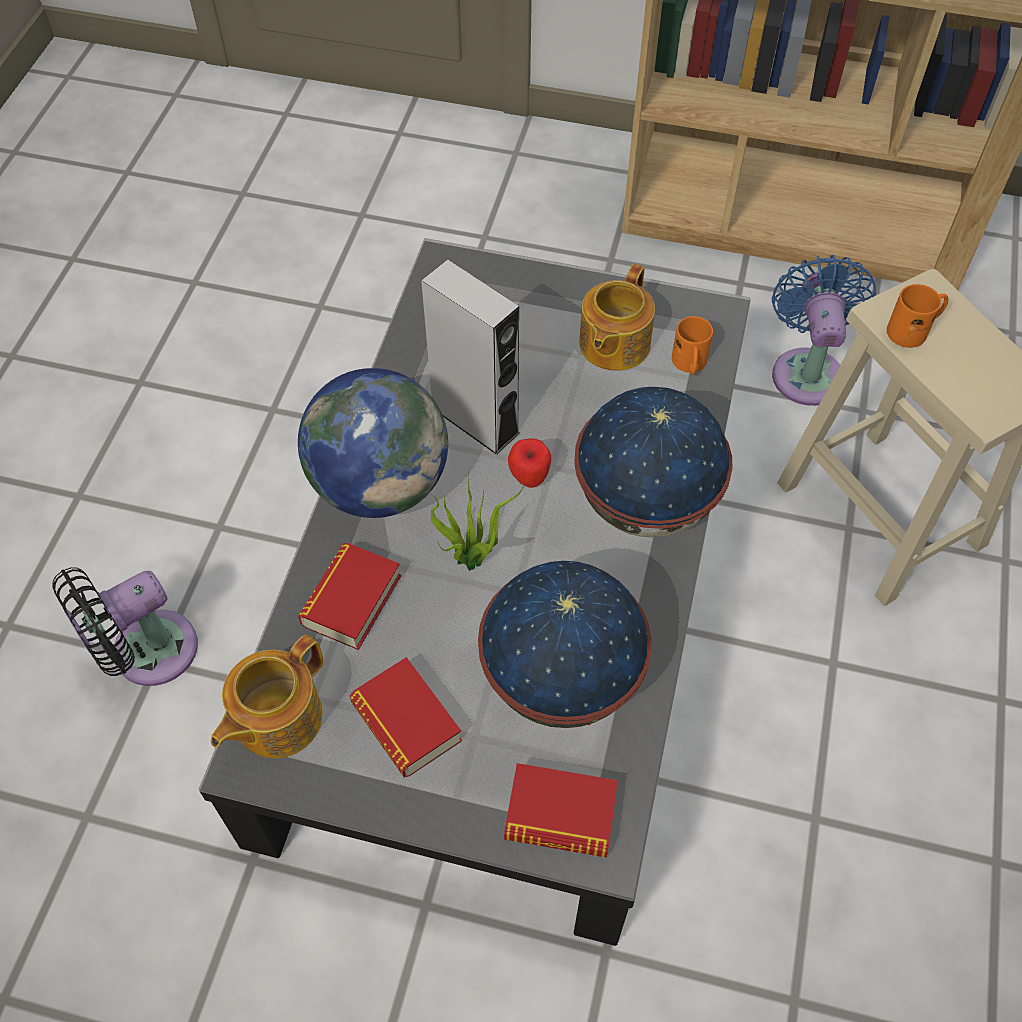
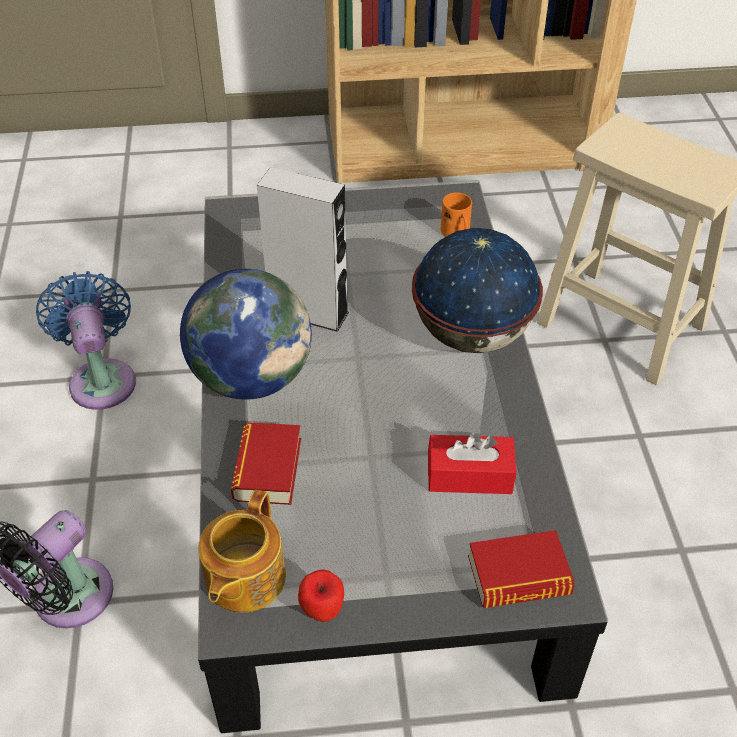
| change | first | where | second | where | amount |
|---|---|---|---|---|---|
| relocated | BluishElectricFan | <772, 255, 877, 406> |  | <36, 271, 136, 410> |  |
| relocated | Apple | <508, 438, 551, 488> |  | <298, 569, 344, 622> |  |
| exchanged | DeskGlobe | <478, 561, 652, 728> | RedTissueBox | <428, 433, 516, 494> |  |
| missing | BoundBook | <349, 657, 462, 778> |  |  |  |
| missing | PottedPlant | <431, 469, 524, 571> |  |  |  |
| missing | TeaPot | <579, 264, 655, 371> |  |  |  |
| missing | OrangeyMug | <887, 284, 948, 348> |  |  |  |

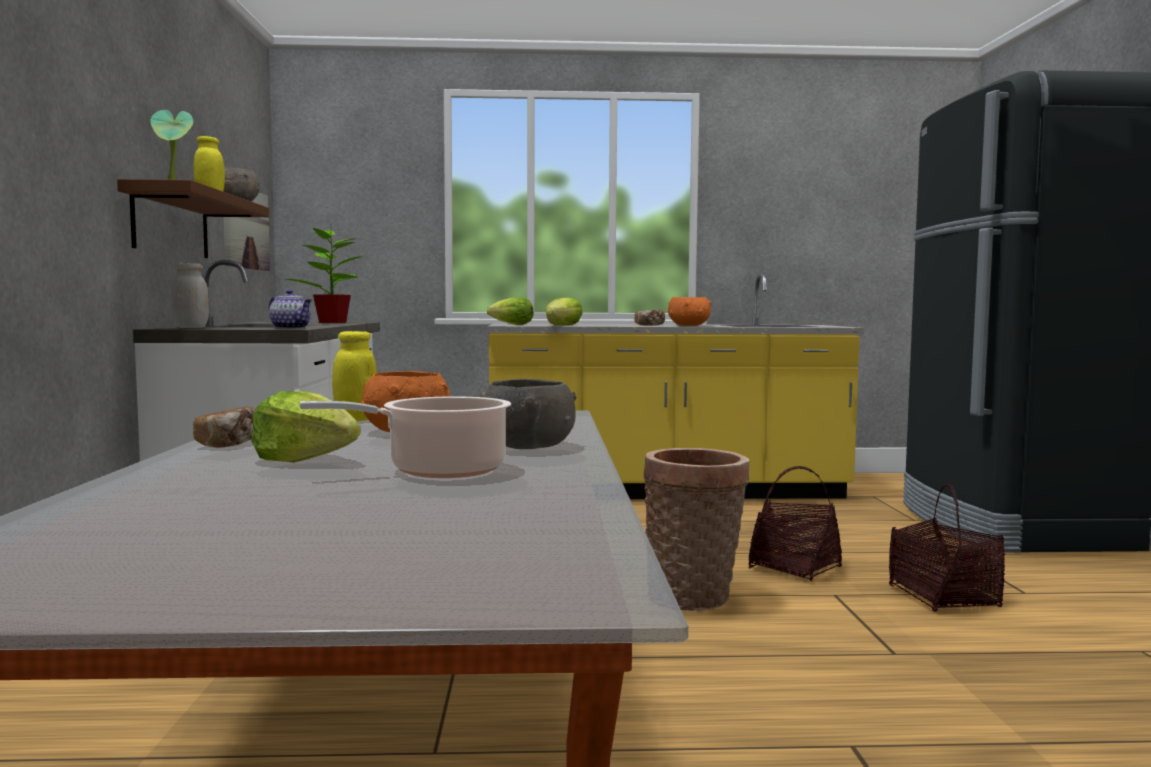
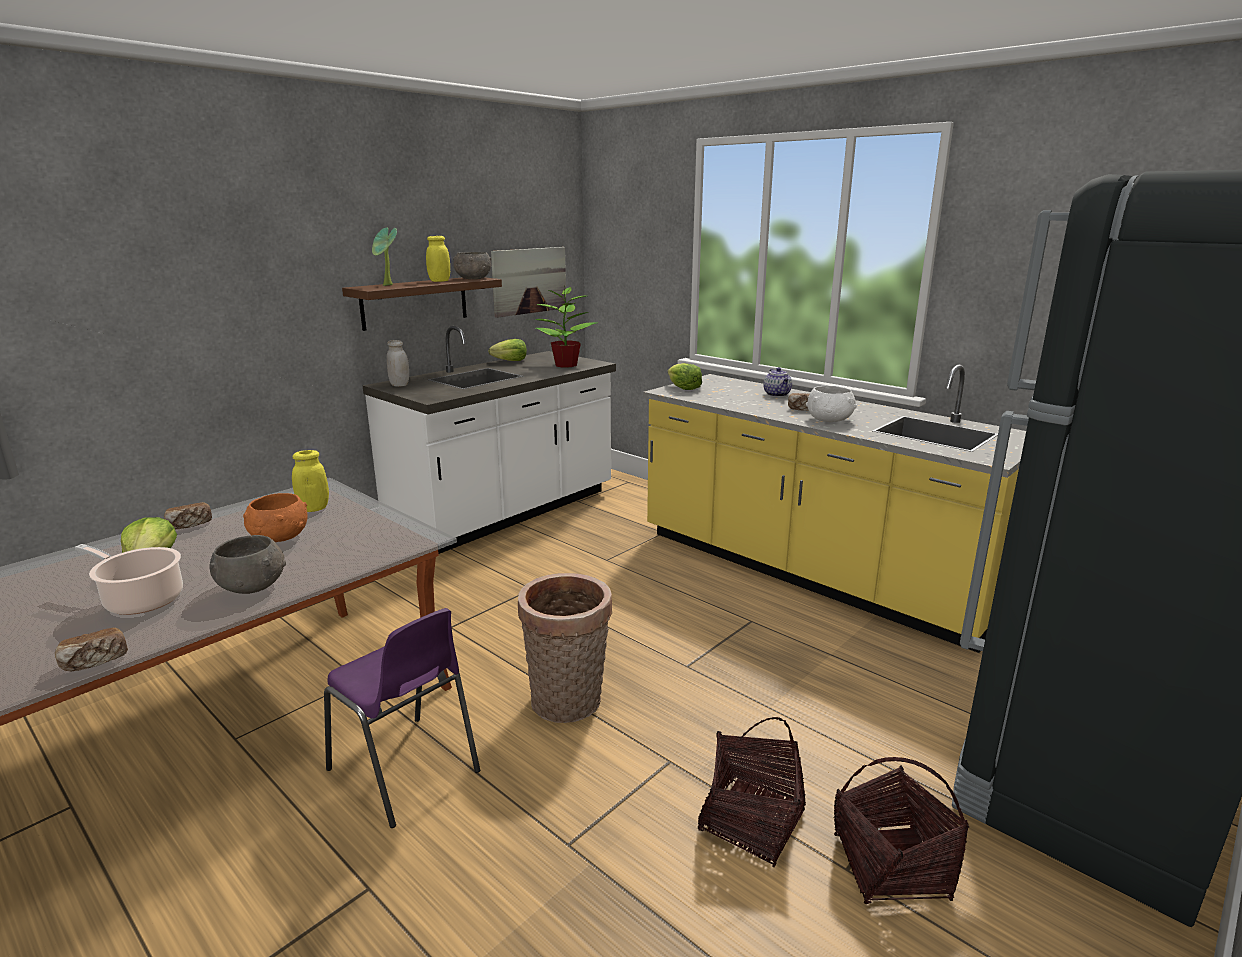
| change | first | where | second | where | amount |
|---|---|---|---|---|---|
| appeared |  |  | BakedBread | <55, 627, 128, 671> |  |
| appeared |  |  | PurplishChair | <324, 608, 480, 828> |  |
| relocated | LettuceHead | <546, 297, 583, 326> |  | <488, 339, 527, 361> |  |
| relocated | TeaPot | <269, 290, 312, 329> |  | <763, 367, 792, 397> |  |
| colour | OrangeyBowl | <668, 297, 711, 326> | WhitishBowl | <806, 386, 857, 422> |  |
| relocated | Basket | <748, 466, 842, 581> |  | <834, 757, 969, 904> |  |

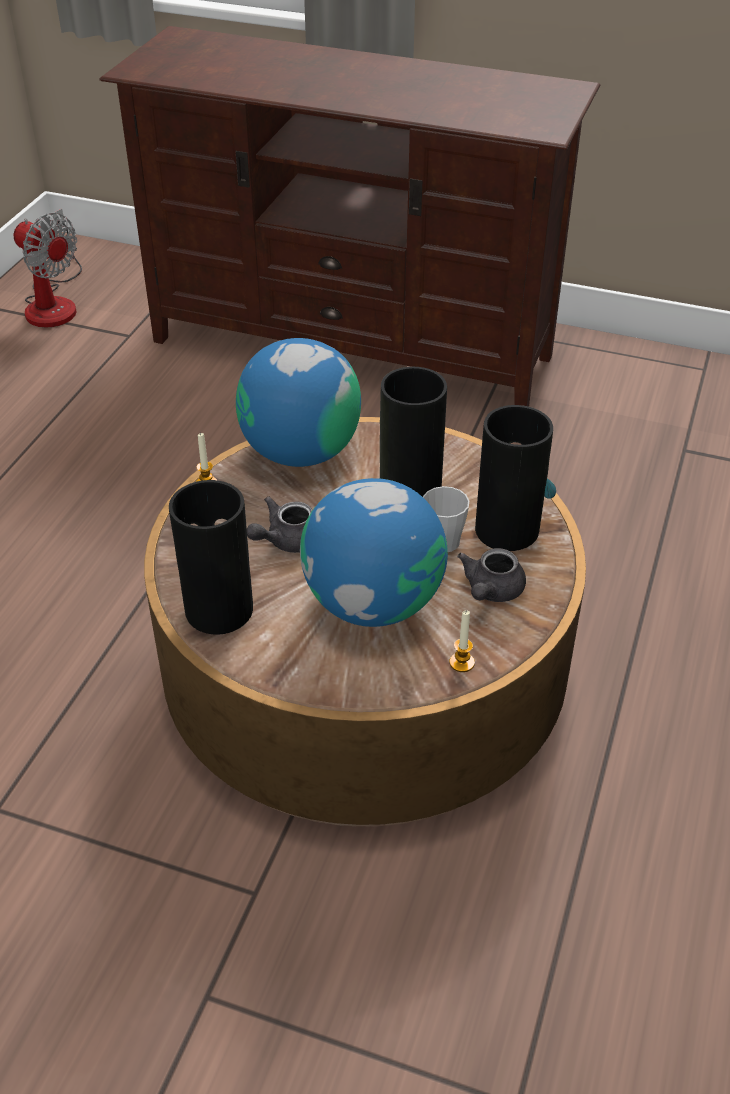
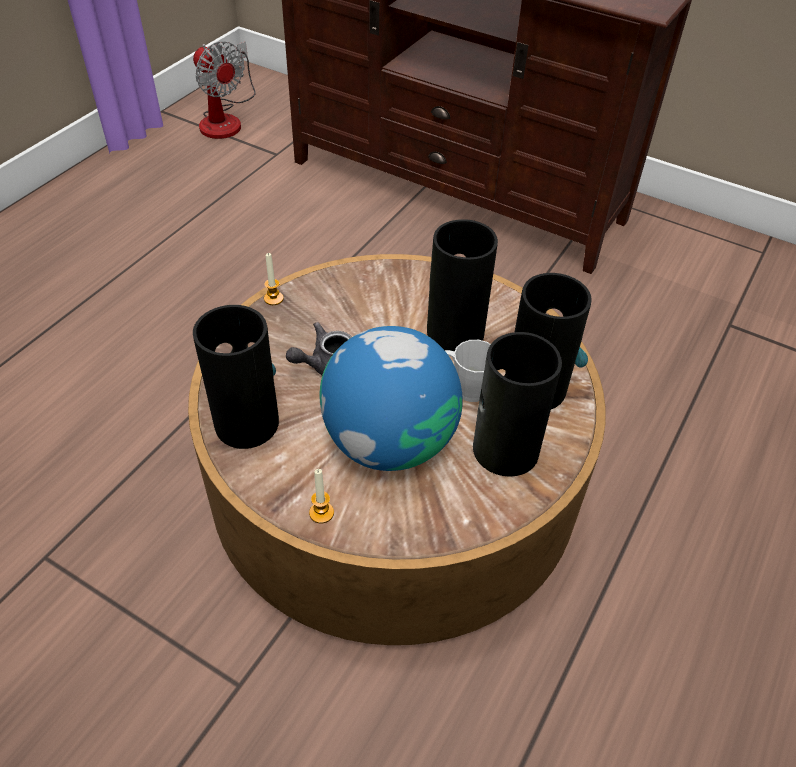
| change | first | where | second | where | amount |
|---|---|---|---|---|---|
| relocated | Candle | <449, 610, 475, 672> |  | <309, 469, 334, 523> |  |
| exchanged | GreyTeaPot | <457, 548, 526, 602> | DecorativeVase | <473, 332, 562, 477> |  |
| missing | DeskGlobe | <236, 338, 361, 467> |  |  |  |

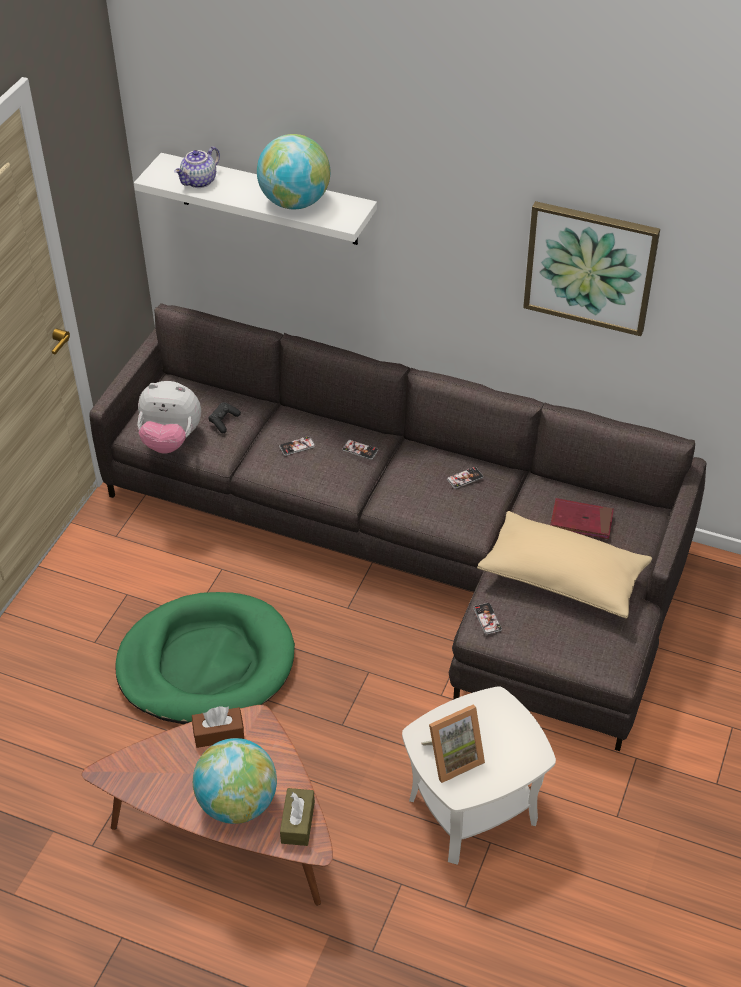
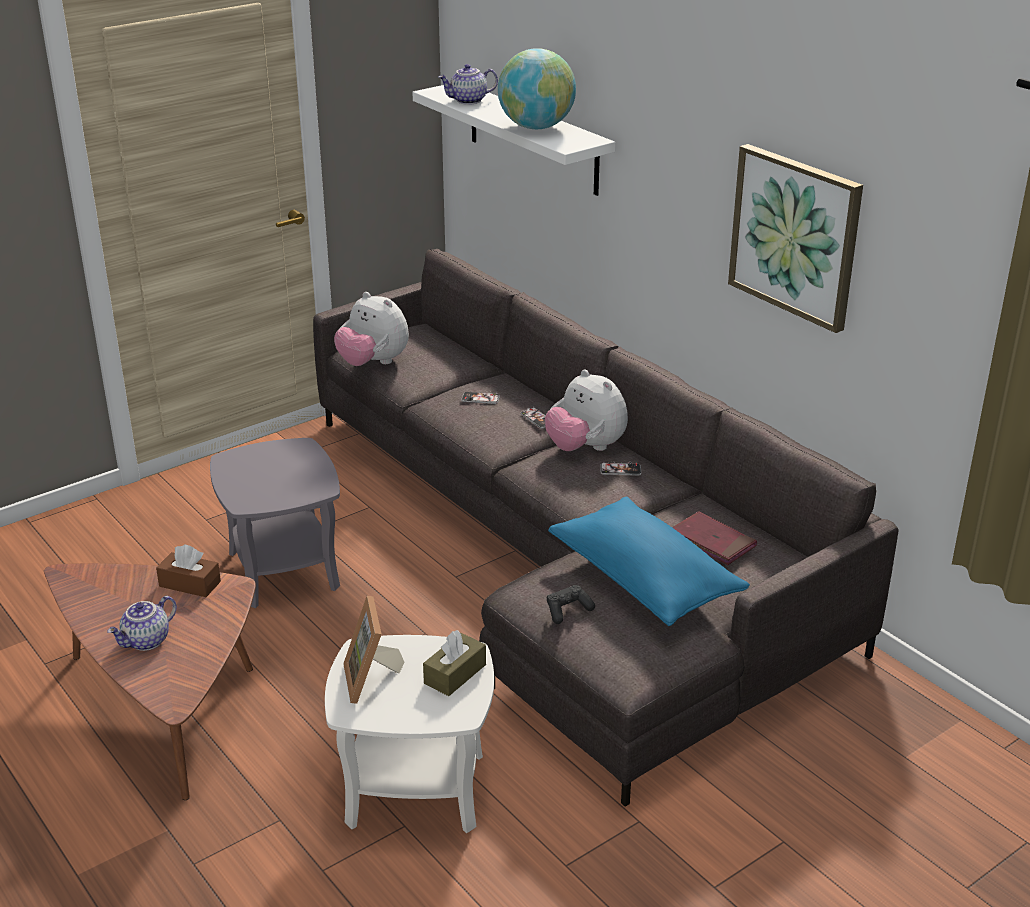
| change | first | where | second | where | amount |
|---|---|---|---|---|---|
| exchanged | DeskGlobe | <193, 738, 277, 824> | TeaPot | <107, 596, 177, 651> |  |
| exchanged | GreenColouredDogBed | <115, 592, 295, 724> | GreyAccentTable | <210, 438, 340, 608> |  |
| spun | StandingFrame | <421, 704, 485, 783> |  | <343, 596, 405, 704> | 75 degrees clockwise |
| relocated | BrownishTissueBox | <280, 788, 315, 846> |  | <423, 630, 486, 696> |  |
| appeared |  |  | CuddlyToy | <545, 370, 628, 451> |  |
| relocated | BlackishGameController | <208, 402, 241, 433> |  | <547, 585, 595, 624> |  |
| colour | BeigeCushion | <477, 511, 652, 619> | BluishCushion | <548, 497, 750, 626> |  |
| missing | Handset | <473, 603, 502, 634> |  |  |  |

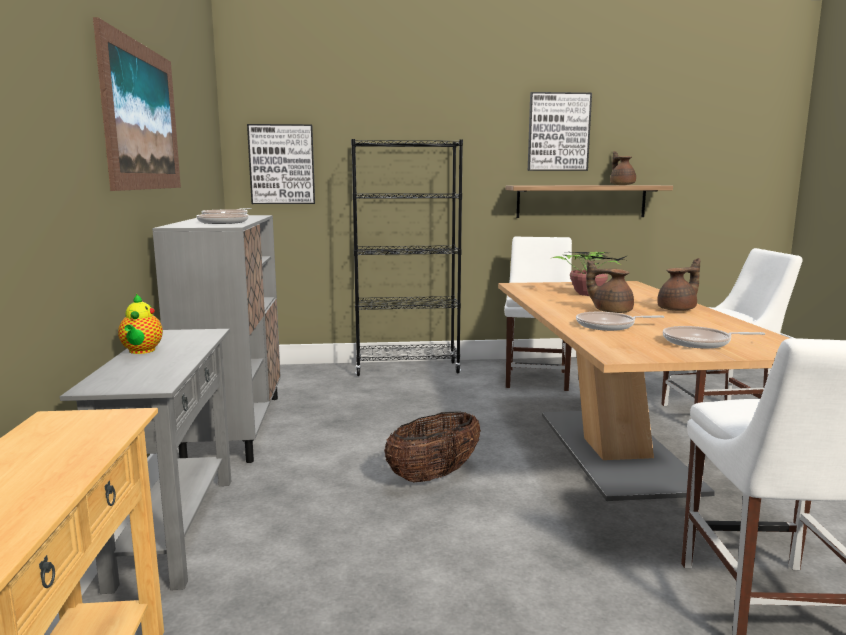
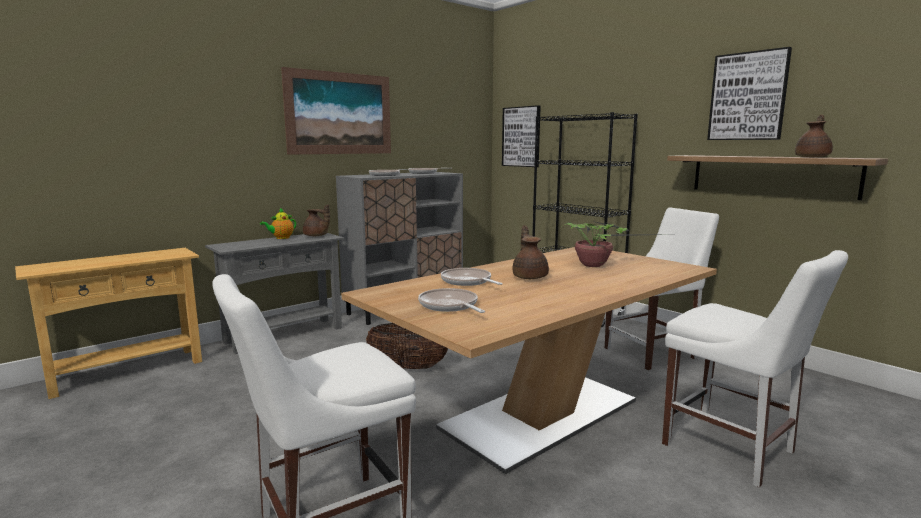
| change | first | where | second | where | amount |
|---|---|---|---|---|---|
| relocated | BrownishTeaPot | <657, 258, 700, 311> |  | <303, 204, 330, 236> |  |

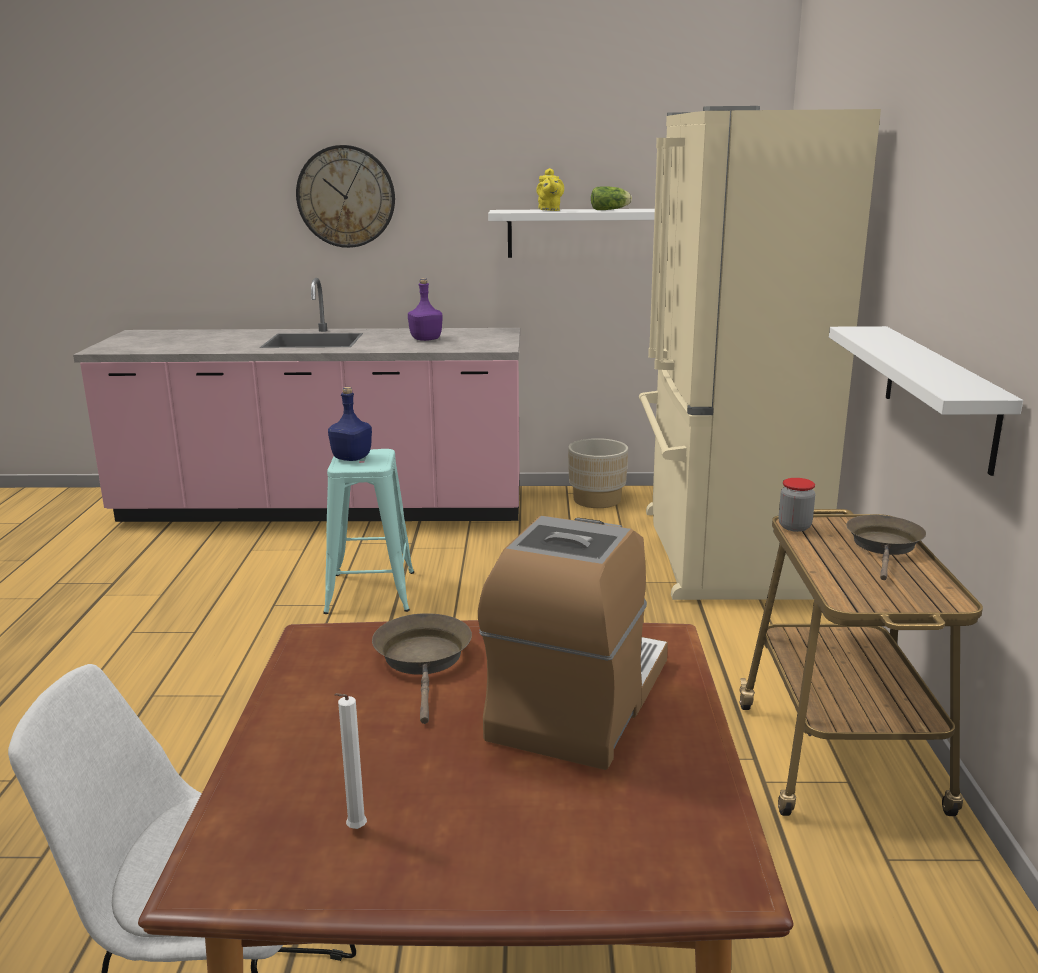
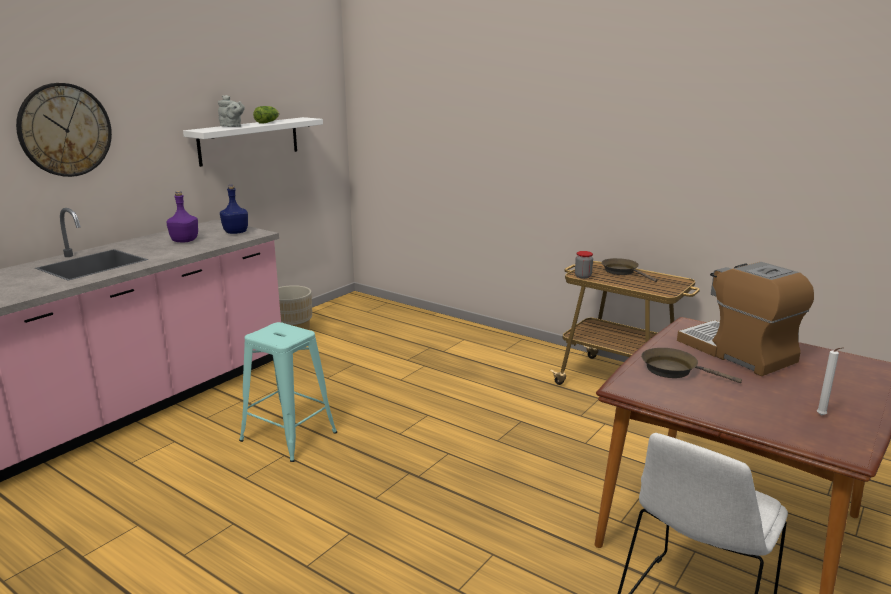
| change | first | where | second | where | amount |
|---|---|---|---|---|---|
| colour | YellowishTeaPot | <536, 168, 564, 211> | GreyTeaPot | <218, 95, 245, 127> |  |
| relocated | BluishBottle | <328, 387, 372, 461> |  | <220, 185, 248, 234> |  |
| missing | BeigeKitchenFridge | <639, 106, 881, 600> |  |  |  |
| missing | WhitishBracketShelf | <829, 326, 1023, 476> |  |  |  |

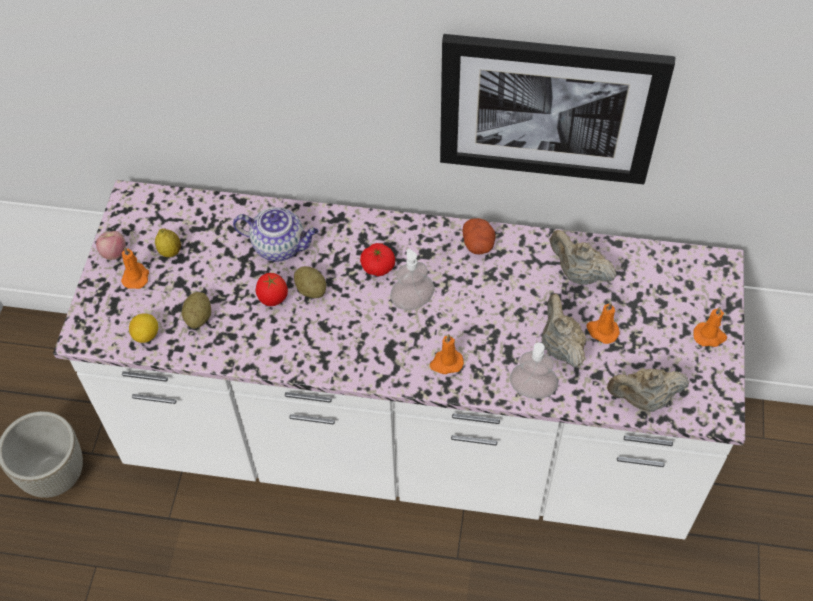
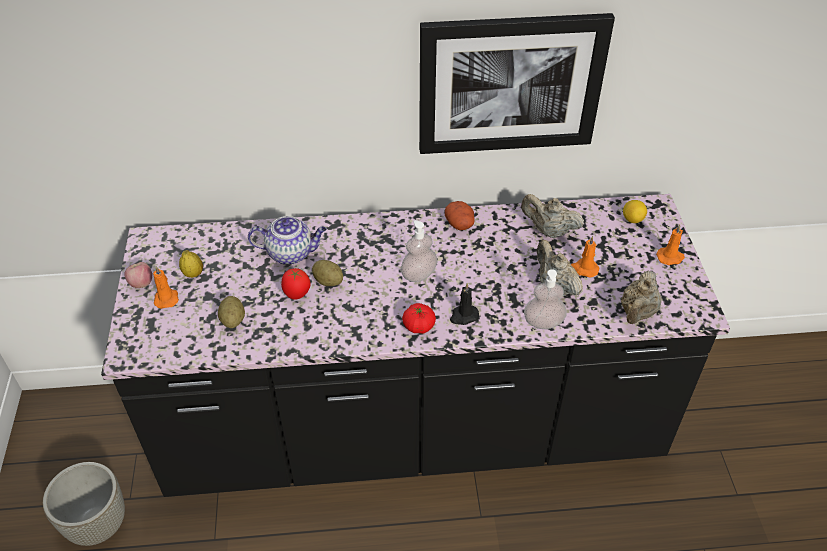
| change | first | where | second | where | amount |
|---|---|---|---|---|---|
| colour | WhitishCounter | <53, 180, 745, 539> | BlackishCounter | <101, 194, 730, 497> |  |
| relocated | FreshTomato | <360, 243, 395, 276> |  | <402, 303, 436, 334> |  |
| colour | OrangeyCandle | <430, 334, 464, 374> | BlackishCandle | <450, 283, 479, 325> |  |
| spun | BeigeTeaPot | <607, 369, 689, 412> |  | <621, 270, 662, 324> | 45 degrees counterclockwise |
| relocated | WholeLemon | <129, 313, 158, 343> |  | <623, 200, 647, 223> |  |

